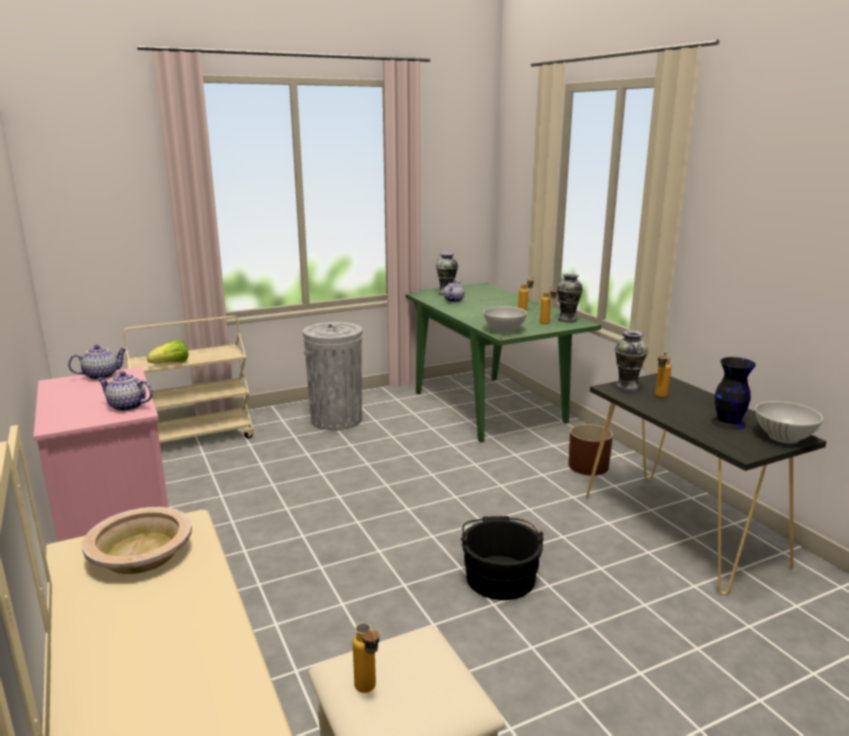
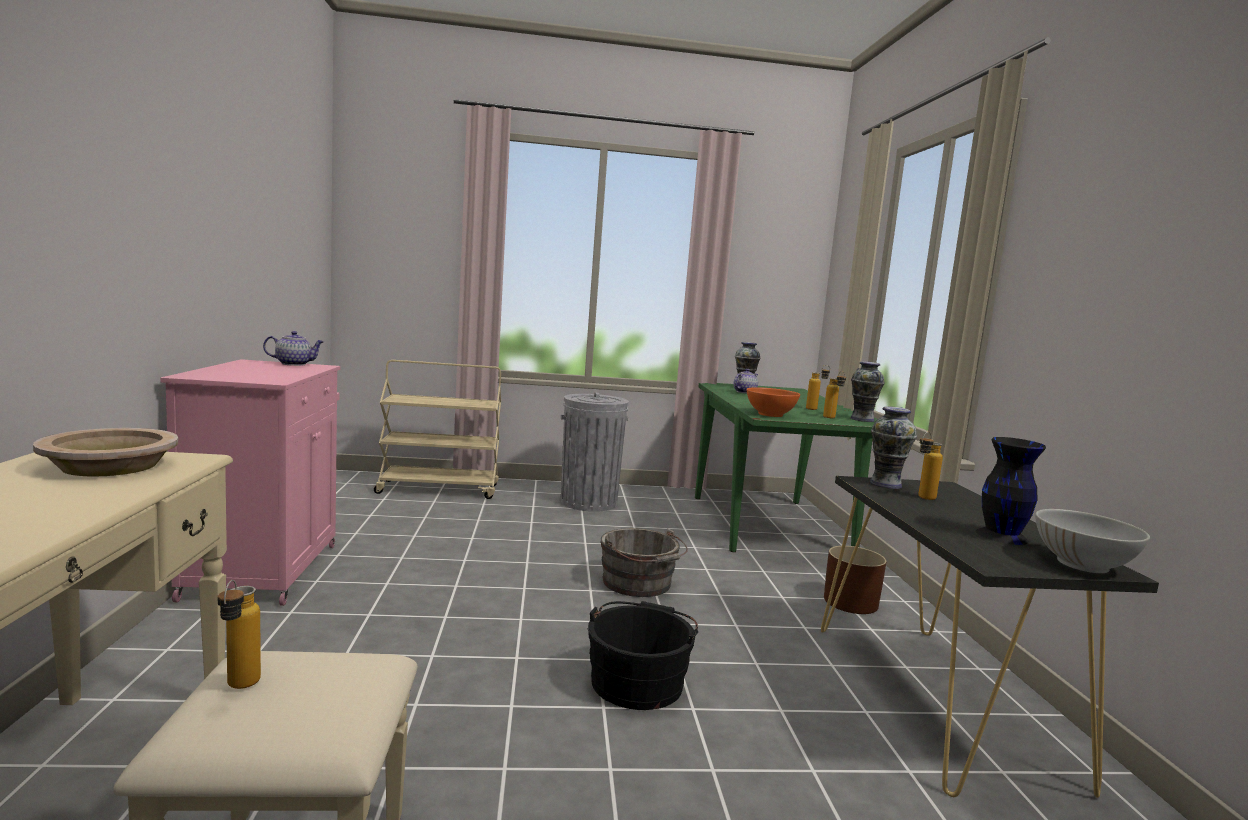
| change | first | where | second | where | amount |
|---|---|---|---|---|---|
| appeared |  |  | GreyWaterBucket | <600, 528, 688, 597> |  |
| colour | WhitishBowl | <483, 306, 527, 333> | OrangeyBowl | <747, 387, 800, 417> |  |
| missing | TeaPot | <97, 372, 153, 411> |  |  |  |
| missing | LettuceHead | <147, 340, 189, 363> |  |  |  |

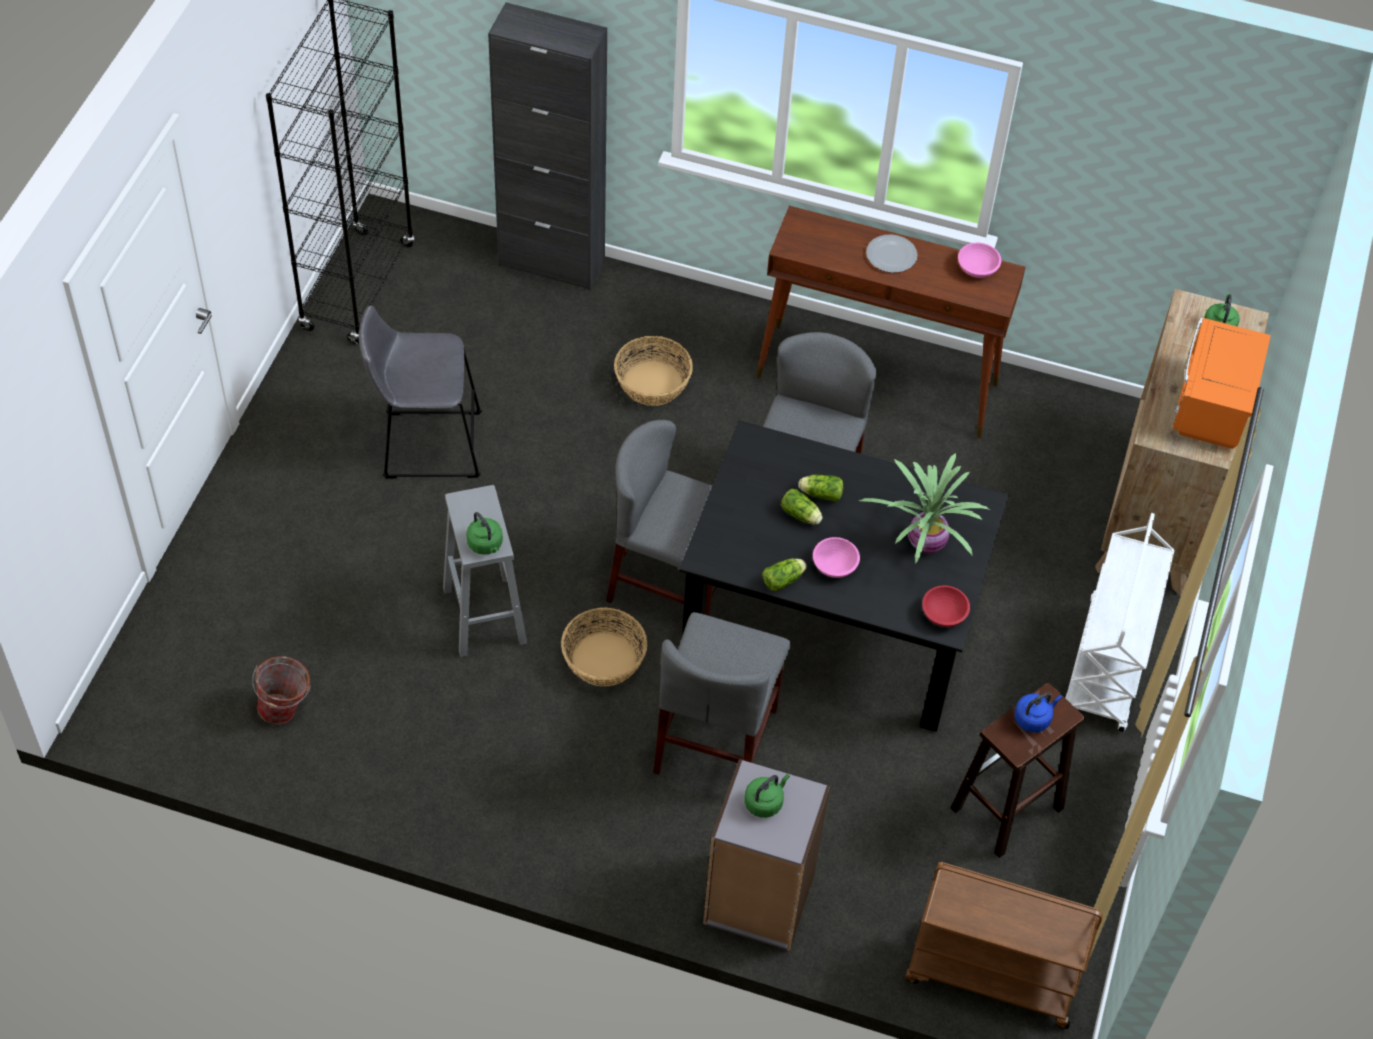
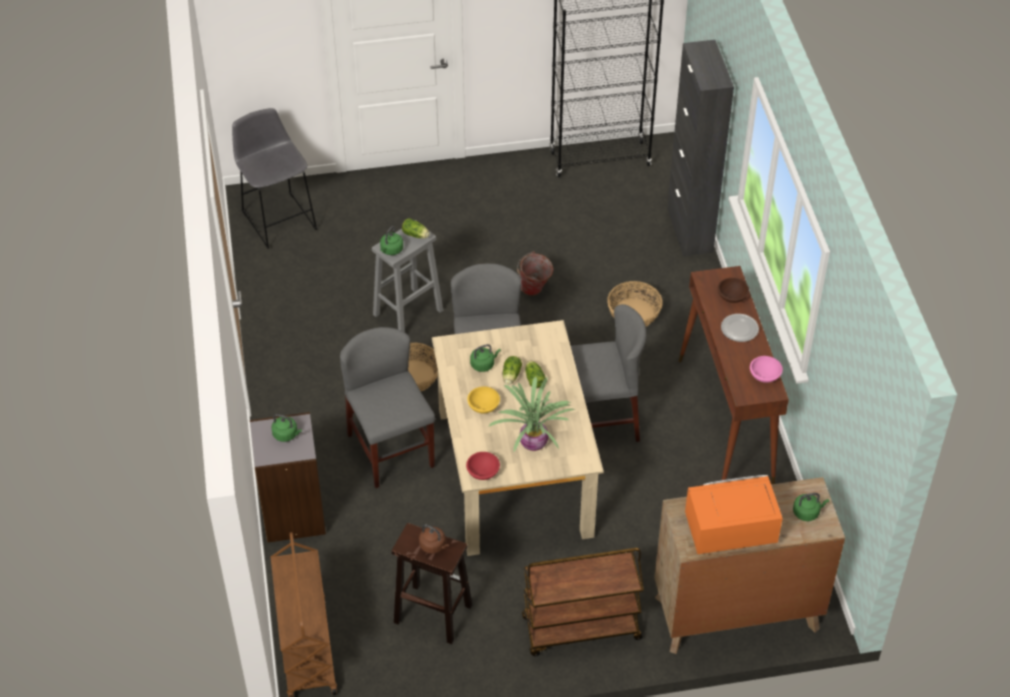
| change | first | where | second | where | amount |
|---|---|---|---|---|---|
| relocated | GreyStool | <358, 305, 482, 478> |  | <232, 108, 317, 249> |  |
| spun | GreyChair | <653, 612, 791, 775> |  | <340, 327, 435, 488> | 75 degrees clockwise |
| relocated | LettuceHead | <762, 559, 807, 591> |  | <402, 218, 430, 238> |  |
| colour | BluishTeaKettle | <1014, 692, 1062, 733> | BrownishTeaKettle | <419, 524, 449, 554> |  |
| colour | BlackishDiningTable | <679, 420, 1009, 732> | BeigeDiningTable | <432, 320, 604, 556> |  |
| colour | PinkColouredBowl | <813, 537, 860, 578> | YellowishBowl | <467, 387, 500, 413> |  |
| appeared |  |  | GreenColouredTeaKettle | <470, 344, 501, 372> |  |
| relocated | WaterBucket | <252, 656, 311, 725> |  | <517, 252, 553, 296> |  |
| colour | WhitishCart | <1065, 513, 1175, 732> | BrownishCart | <522, 548, 644, 656> |  |
| appeared |  |  | BrownishBowl | <718, 278, 749, 303> |  |

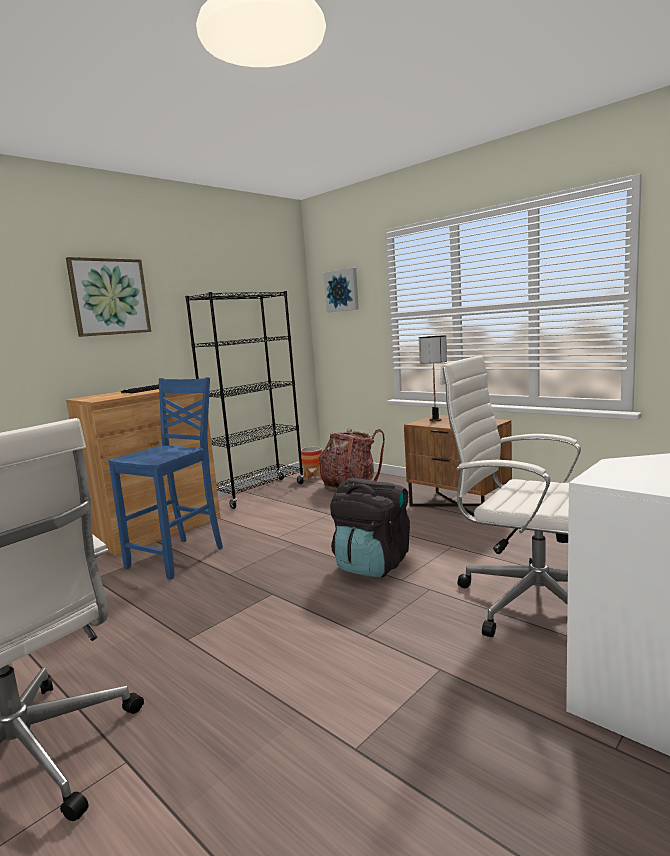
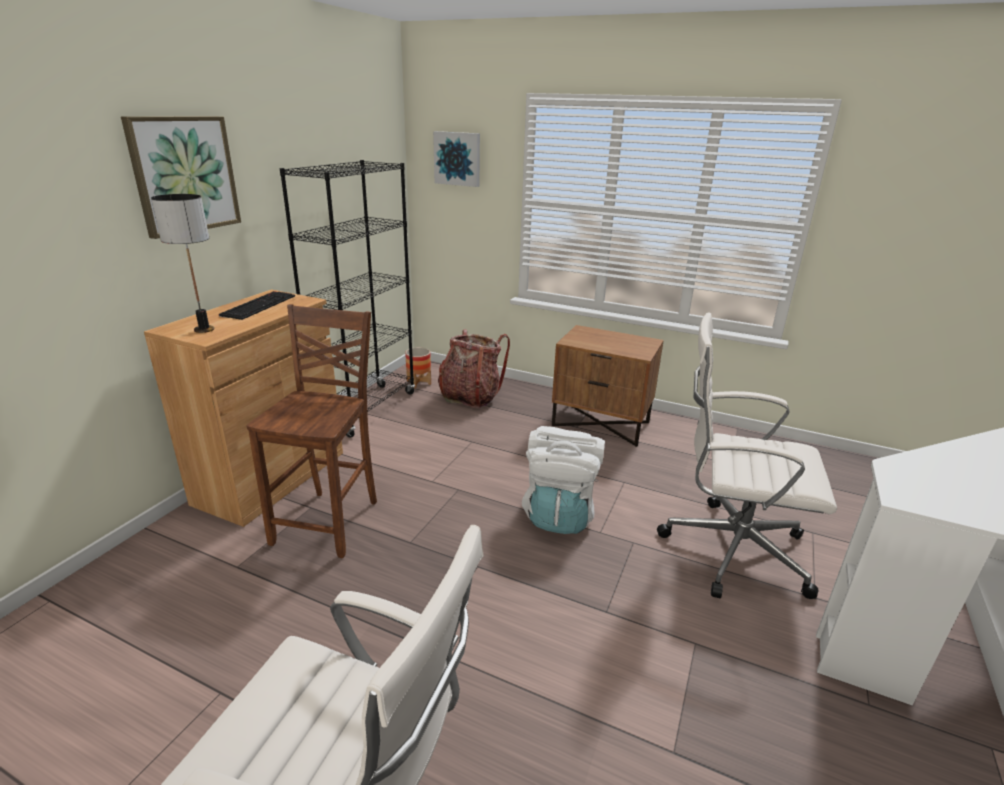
| change | first | where | second | where | amount |
|---|---|---|---|---|---|
| relocated | TableLamp | <419, 335, 447, 421> |  | <151, 194, 214, 333> |  |
| colour | BluishChair | <108, 377, 223, 580> | BrownishChair | <246, 304, 377, 558> |  |
| colour | BlackishBackpack | <330, 478, 410, 578> | WhitishBackpack | <522, 426, 605, 534> |  |

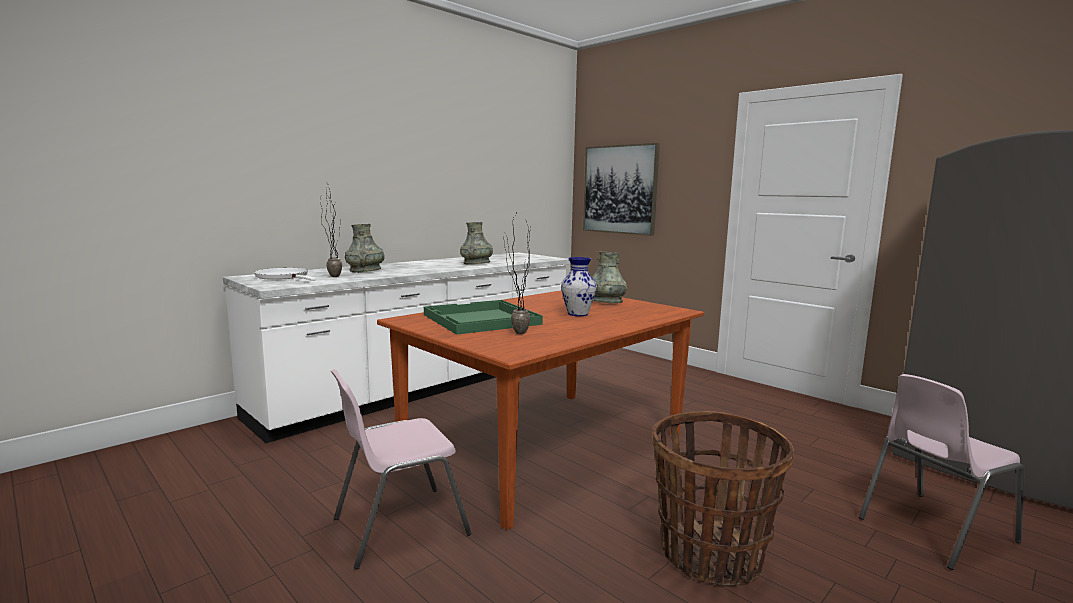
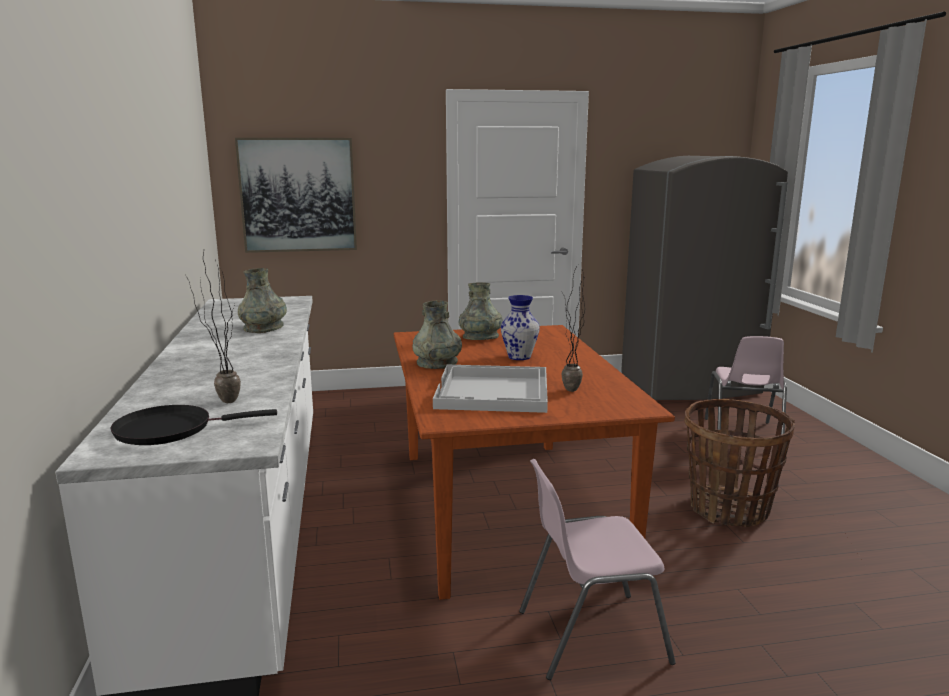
| change | first | where | second | where | amount |
|---|---|---|---|---|---|
| colour | WhitishFryingPan | <254, 268, 316, 281> | BlackishFryingPan | <110, 405, 277, 445> |  |
| relocated | GreyDecorativeVase | <345, 224, 385, 273> |  | <413, 300, 462, 369> |  |
| colour | GreenColouredCarryingTray | <424, 300, 543, 335> | WhitishCarryingTray | <433, 365, 548, 413> |  |
| spun | PinkColouredChair | <331, 369, 472, 569> |  | <519, 459, 676, 680> | 75 degrees clockwise |

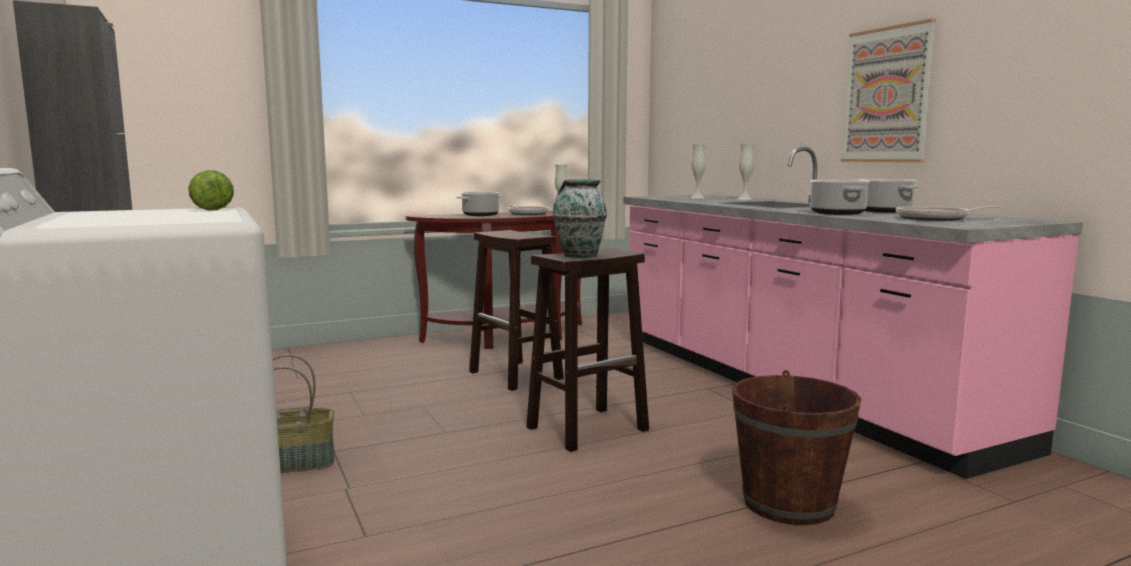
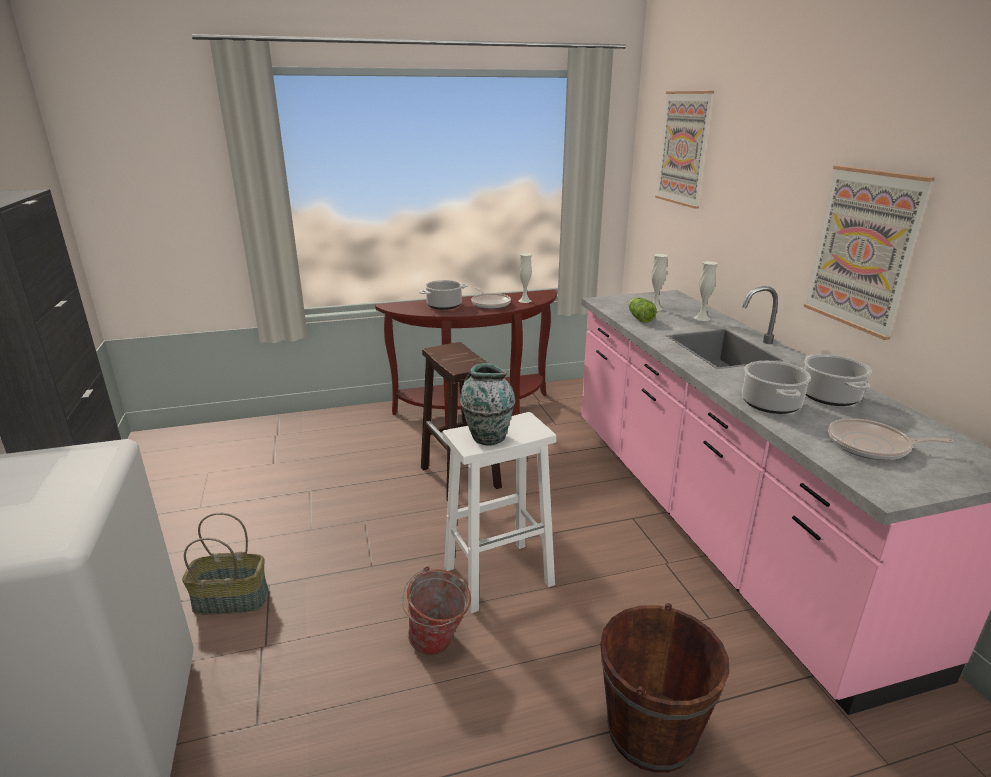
| change | first | where | second | where | amount |
|---|---|---|---|---|---|
| appeared |  |  | WaterBucket | <402, 566, 471, 655> |  |
| colour | BrownishStool | <526, 248, 649, 452> | WhitishStool | <442, 412, 556, 613> |  |
| relocated | LettuceHead | <188, 170, 234, 211> |  | <629, 297, 657, 323> |  |
| appeared |  |  | WallPicture | <655, 91, 714, 209> |  |

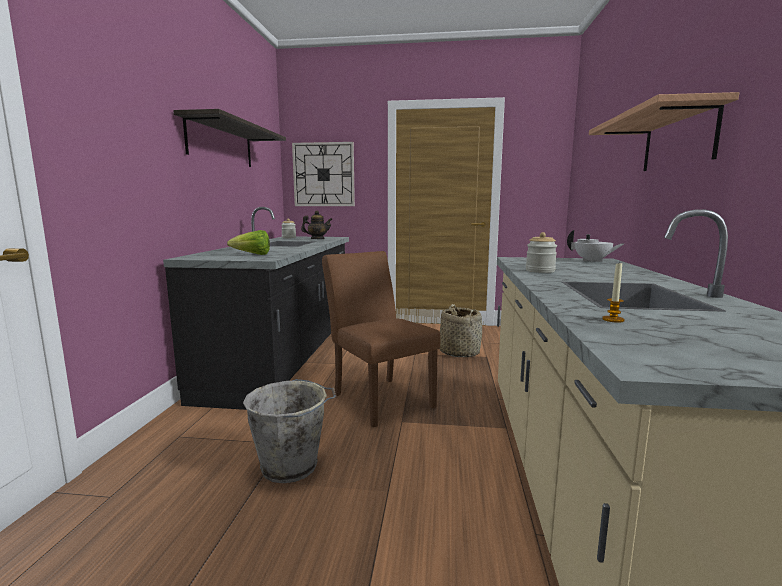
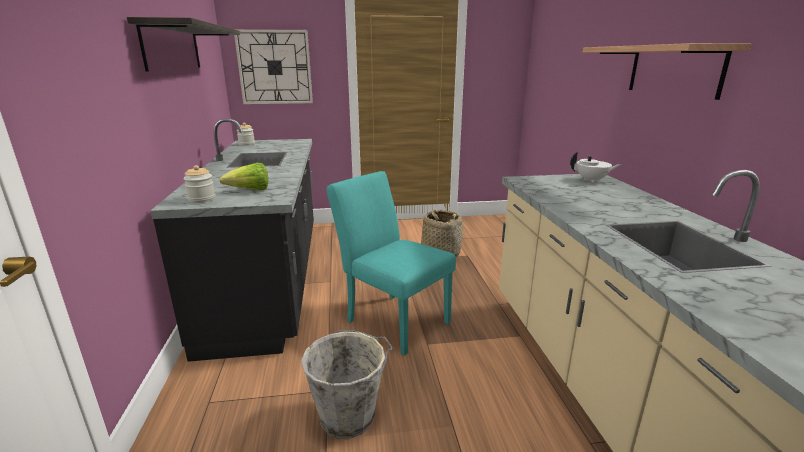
| change | first | where | second | where | amount |
|---|---|---|---|---|---|
| relocated | Jar | <526, 232, 557, 273> |  | <184, 165, 215, 203> |  |
| colour | BrownishChair | <322, 251, 440, 428> | TurquoiseColouredChair | <327, 171, 456, 356> |  |
| missing | TeaPot | <301, 211, 332, 239> |  |  |  |
| missing | Candle | <602, 261, 625, 323> |  |  |  |

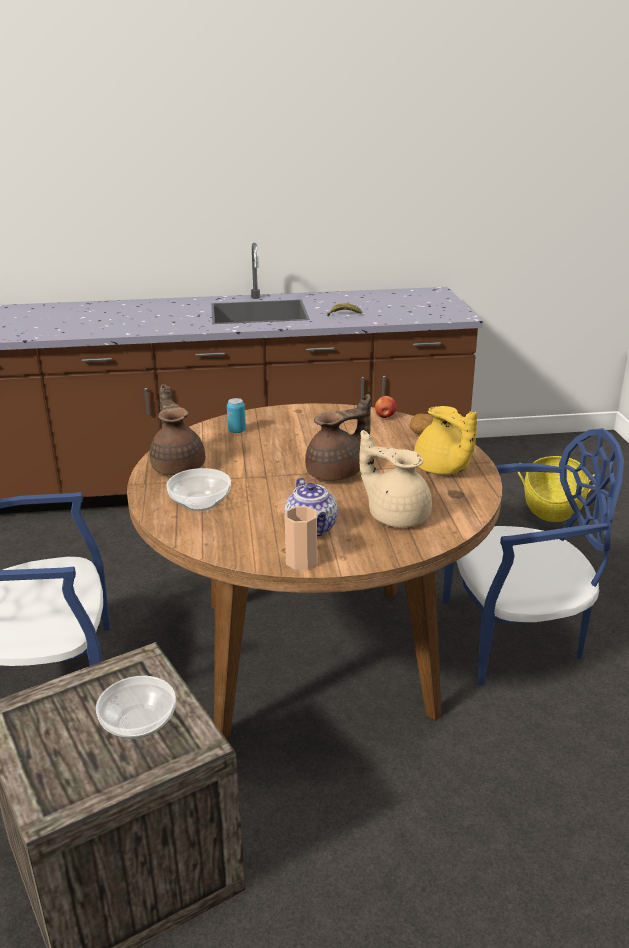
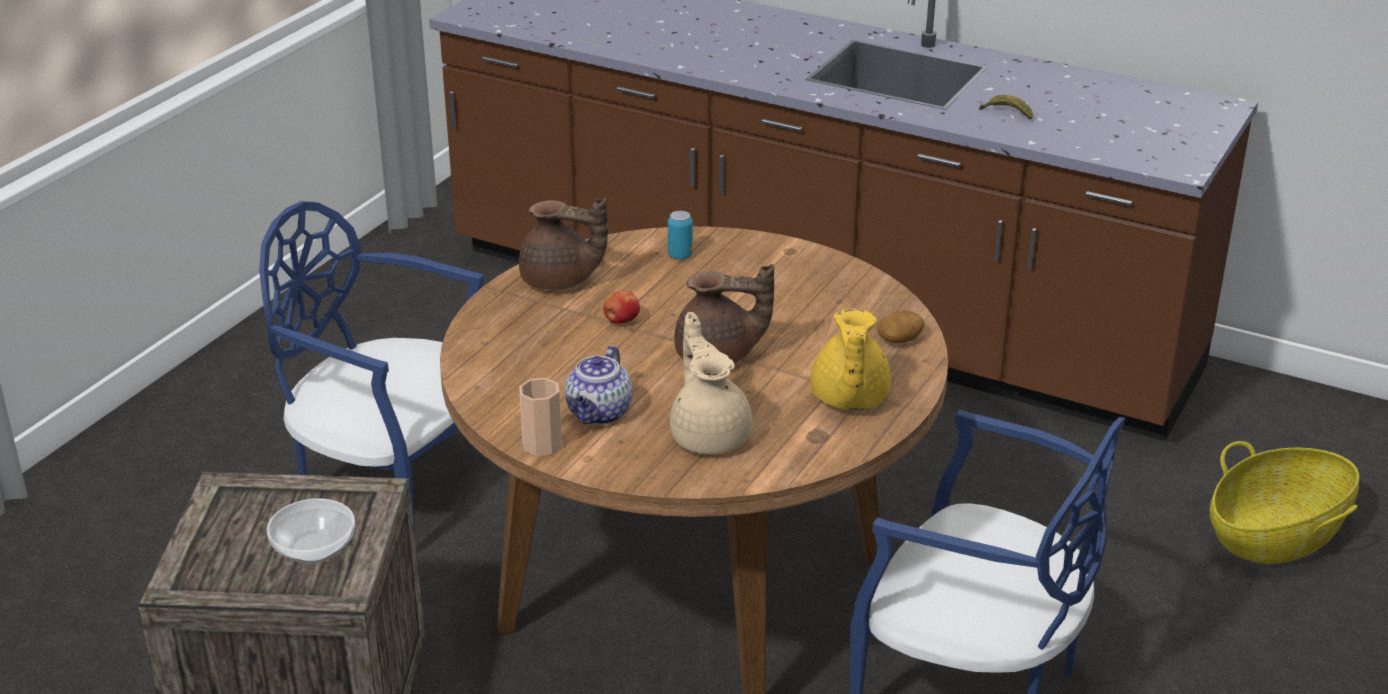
| change | first | where | second | where | amount |
|---|---|---|---|---|---|
| spun | BrownishTeaPot | <149, 384, 205, 475> |  | <519, 198, 608, 290> | 90 degrees clockwise |
| relocated | Apple | <375, 396, 397, 418> |  | <603, 290, 640, 324> |  |
| missing | Bowl | <166, 468, 231, 511> |  |  |  |

